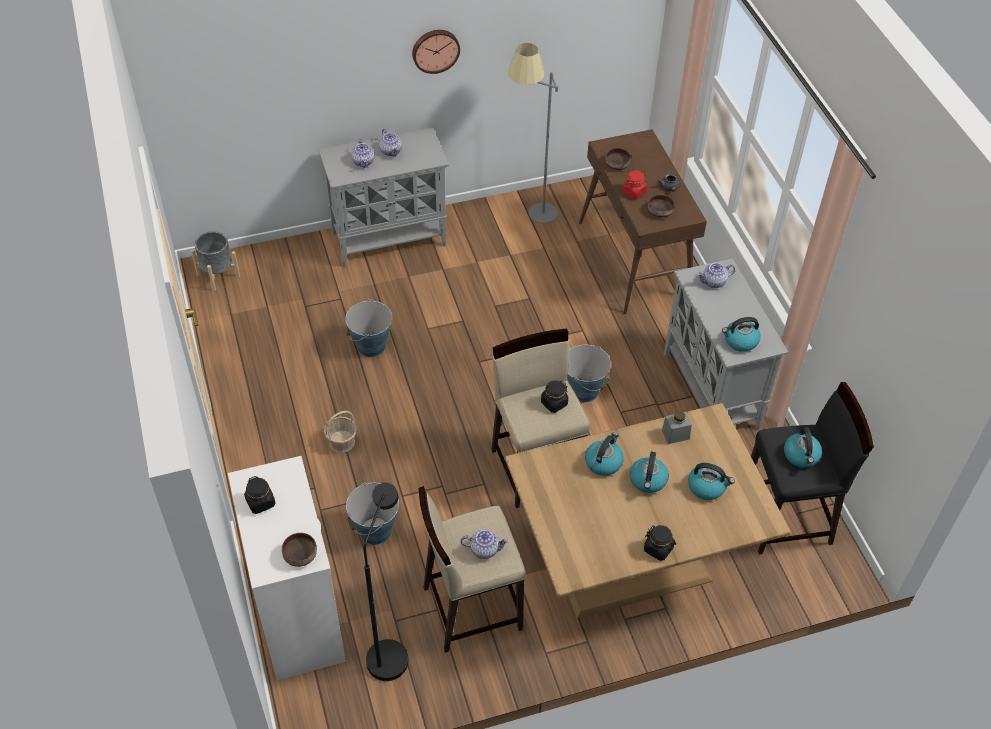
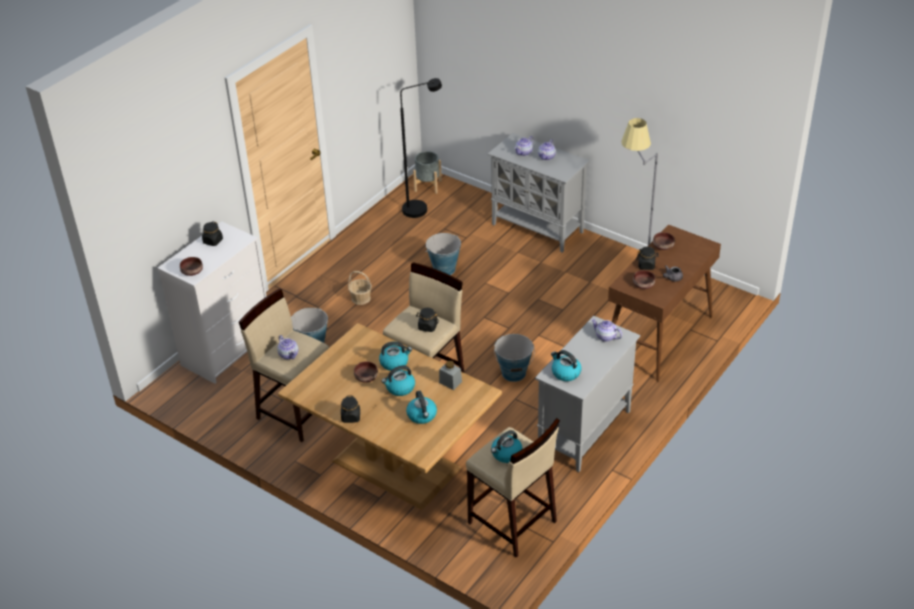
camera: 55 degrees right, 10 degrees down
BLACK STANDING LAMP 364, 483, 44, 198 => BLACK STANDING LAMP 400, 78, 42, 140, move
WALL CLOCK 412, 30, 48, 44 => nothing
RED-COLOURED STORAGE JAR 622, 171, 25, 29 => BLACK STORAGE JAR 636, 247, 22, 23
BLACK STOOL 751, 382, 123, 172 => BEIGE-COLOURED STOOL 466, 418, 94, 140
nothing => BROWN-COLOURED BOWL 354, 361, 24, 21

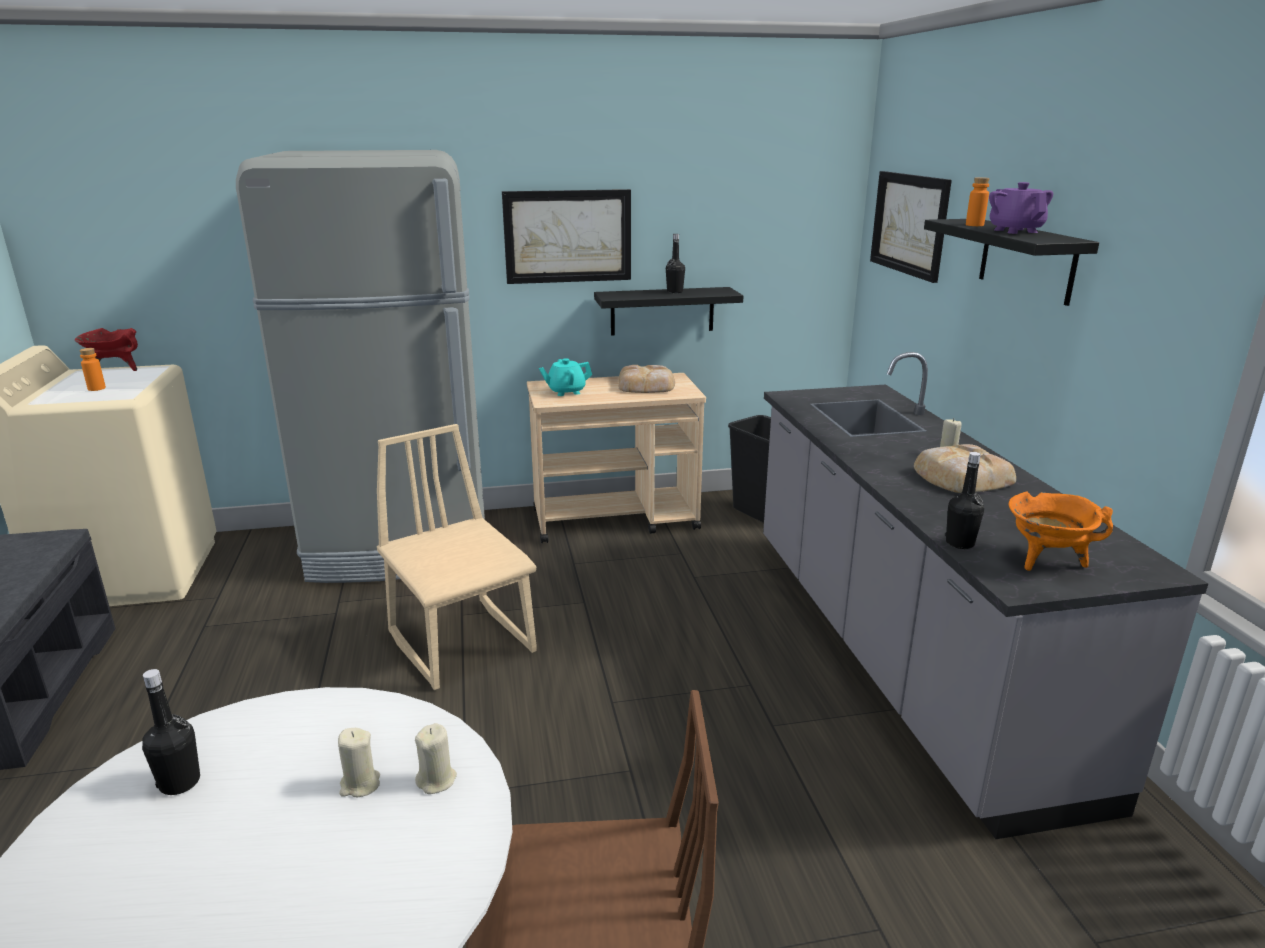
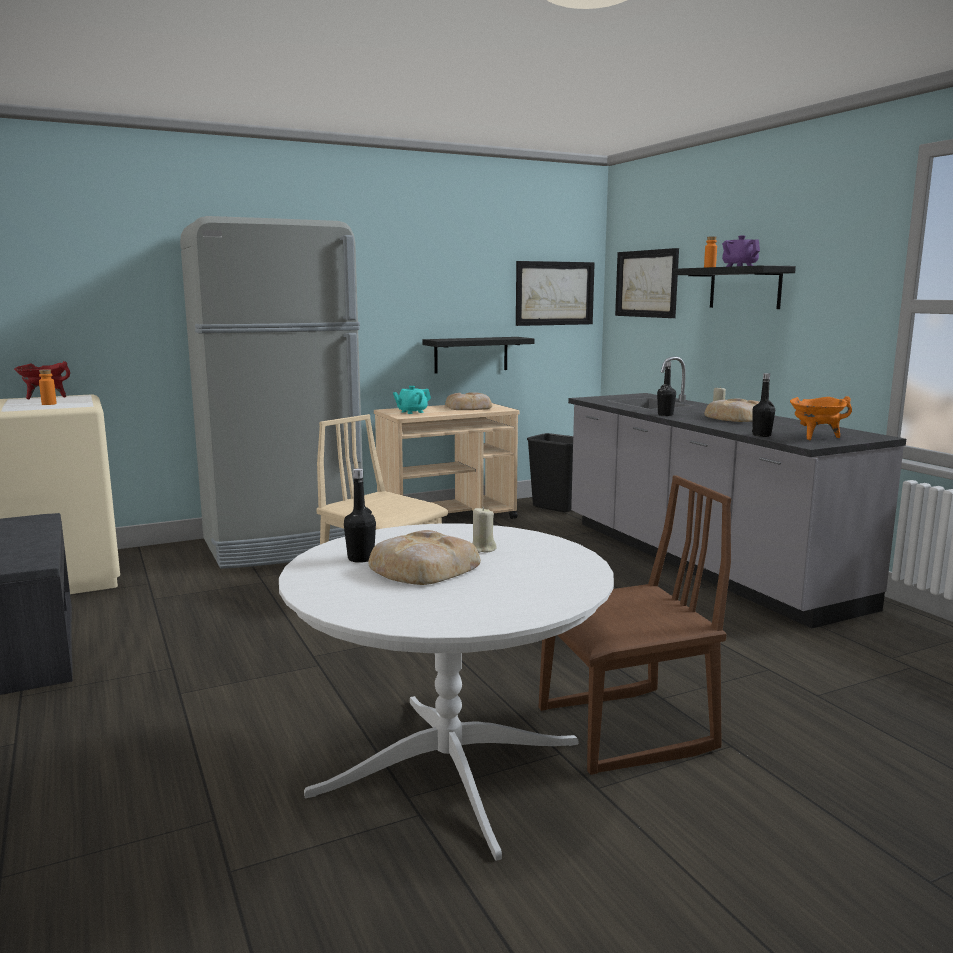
camera: 15 degrees left, 10 degrees down
BEIGE-COLOURED WAX CANDLE 415, 723, 42, 71 => nothing
WALL ART 502, 189, 129, 95 => WALL ART 516, 261, 79, 65, move
BLACK BEVERAGE BOTTLE 666, 234, 19, 59 => BLACK BEVERAGE BOTTLE 657, 361, 19, 55, move
nothing => BREAD 368, 530, 113, 55

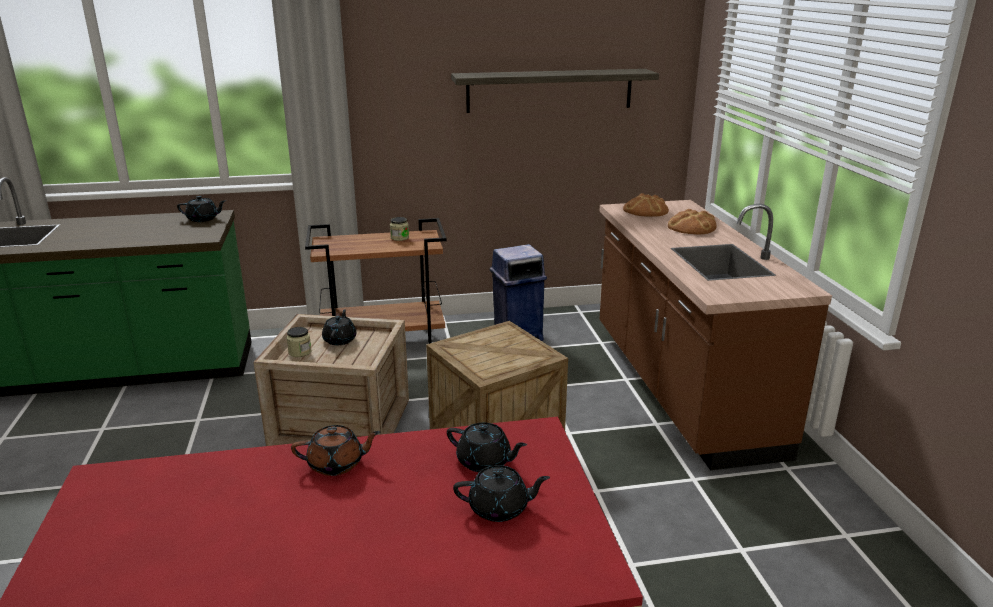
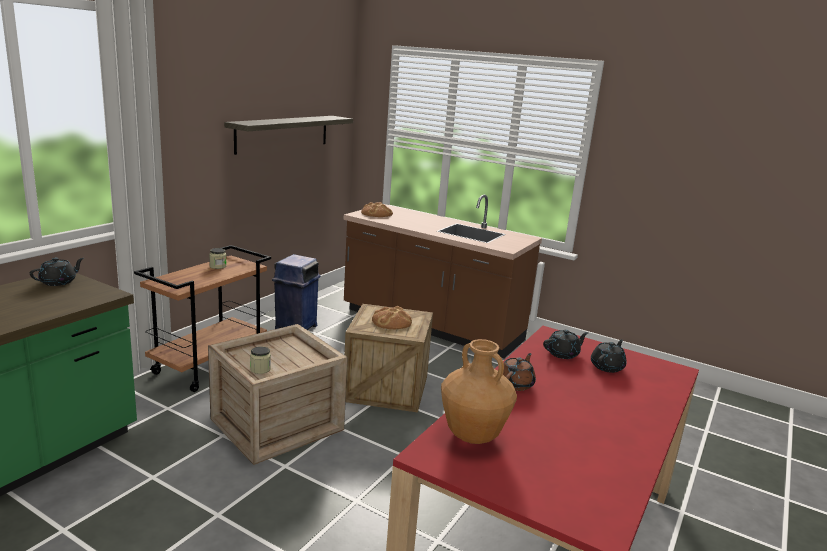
camera: 50 degrees left, 5 degrees down
BLACK TEAPOT 322, 309, 34, 36 => nothing
BREAD 668, 209, 48, 25 => BREAD 372, 306, 40, 23, move
nothing => BROWN-COLOURED VASE 441, 339, 76, 105

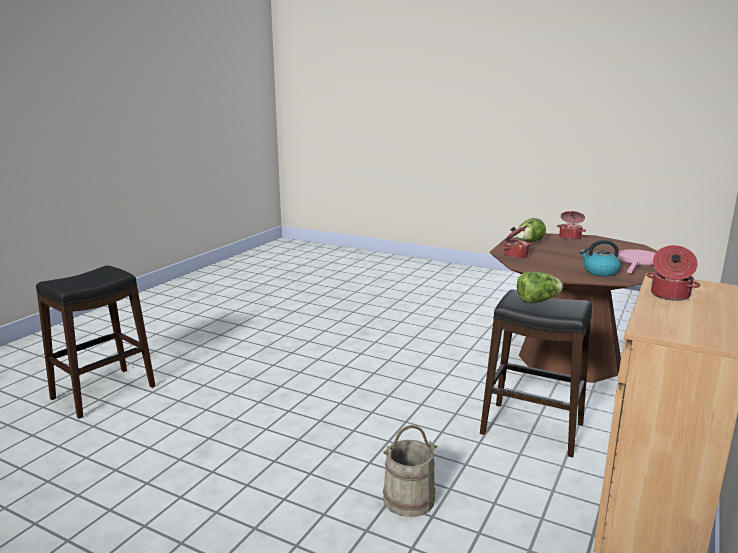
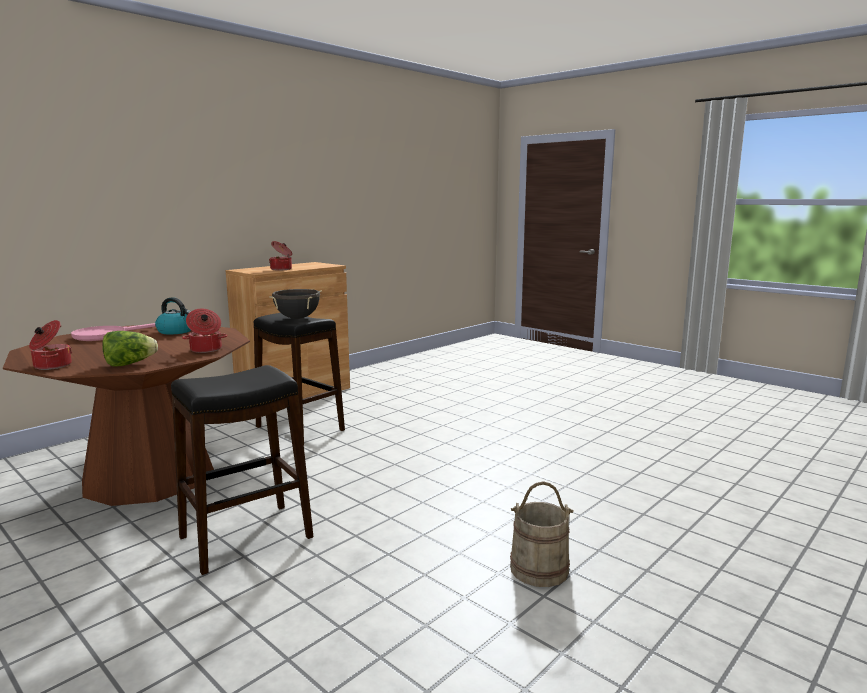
camera: 165 degrees left, 5 degrees down
BLACK STOOL 36, 265, 120, 154 => BLACK STOOL 171, 365, 143, 210, move
BEIGE-COLOURED PAIL 383, 425, 54, 92 => BEIGE-COLOURED PAIL 510, 481, 64, 106, move
LETTUCE HEAD 517, 272, 46, 31 => BLACK SAUCEPOT 269, 289, 53, 30

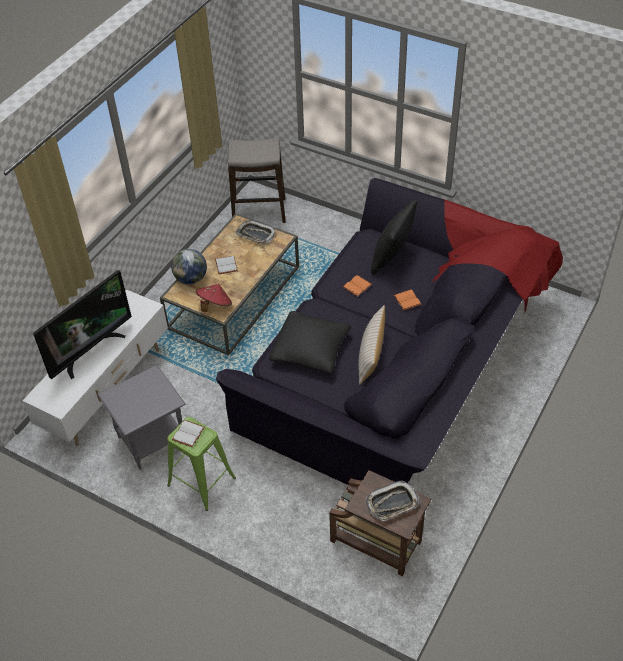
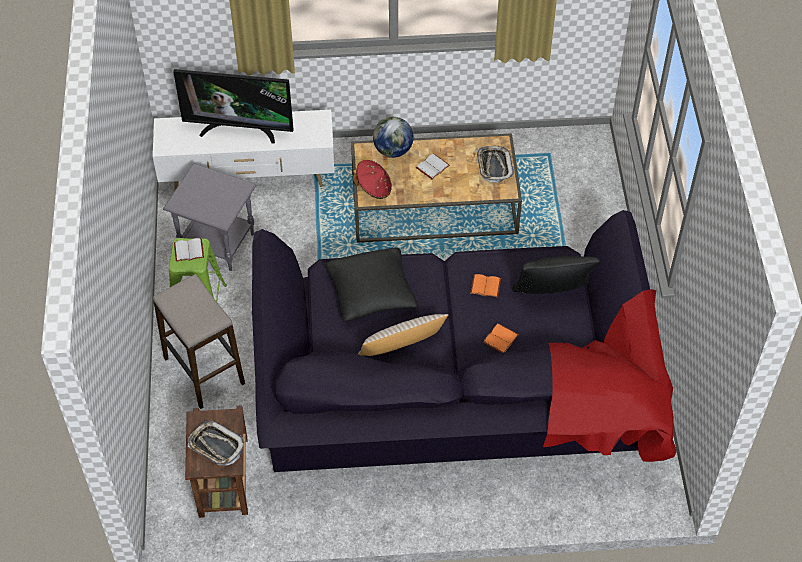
camera: 55 degrees right, 5 degrees up
STOOL 228, 138, 58, 85 => STOOL 153, 274, 92, 135, move

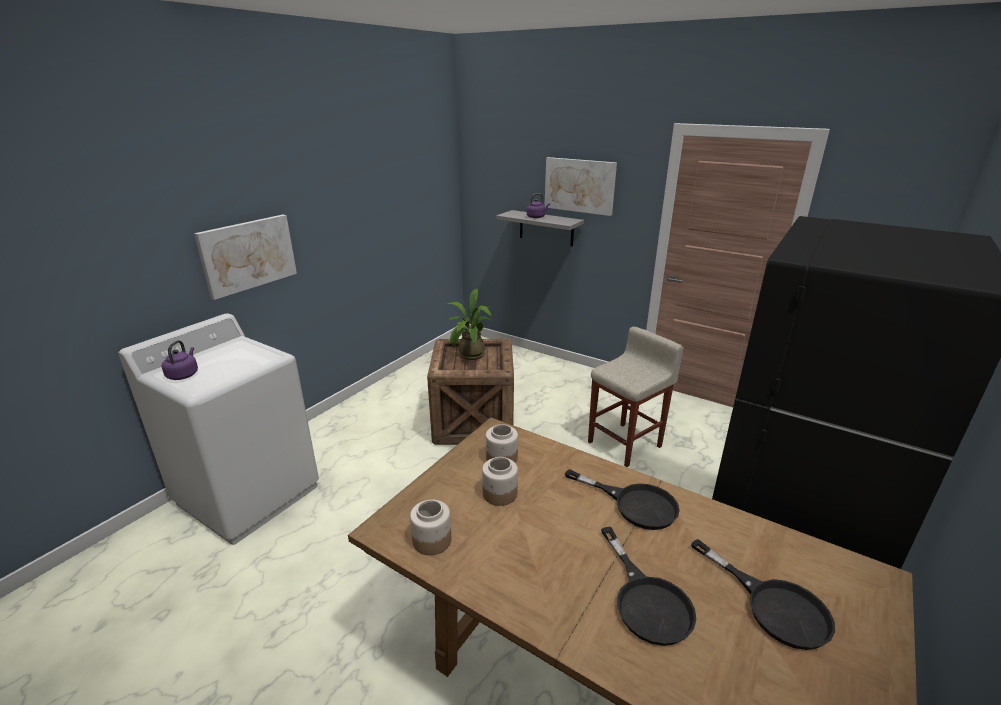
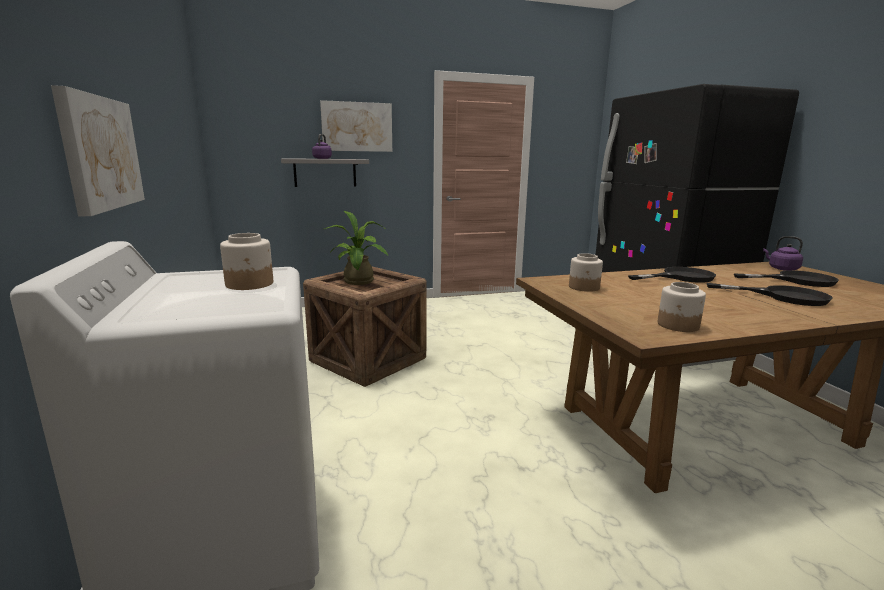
camera: 50 degrees left, 10 degrees down
PURPLE KETTLE 162, 340, 36, 40 => PURPLE KETTLE 763, 236, 40, 35, move
STORAGE JAR 482, 457, 36, 49 => STORAGE JAR 220, 233, 53, 57, move
BEIGE-COLOURED STOOL 588, 327, 96, 140 => nothing

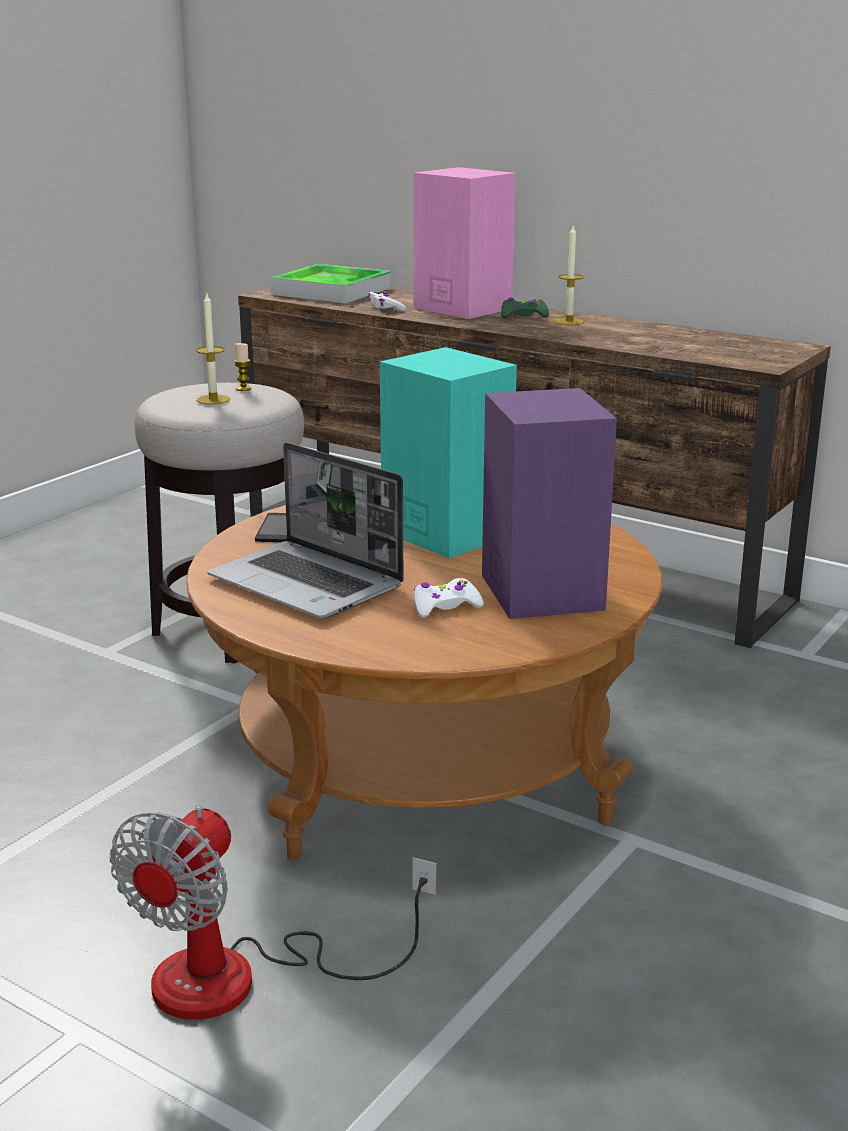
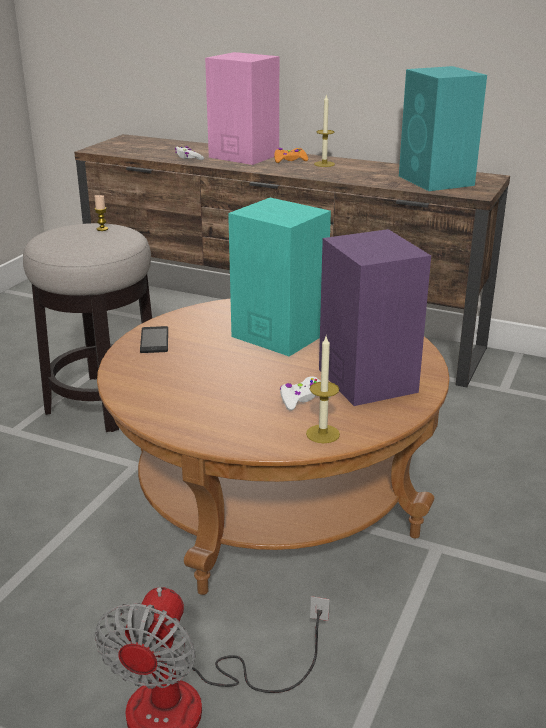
camera: 10 degrees left, 5 degrees up
WAX CANDLE 196, 293, 34, 111 => WAX CANDLE 306, 336, 34, 107, move
LAPTOP 207, 442, 197, 176 => nothing
CARRYING TRAY 271, 264, 120, 39 => nothing
GREEN JOYPAD 501, 298, 48, 20 => ORANGEY JOYPAD 274, 148, 34, 15
nothing => TURQUOISE-COLOURED AUDIO SPEAKER 399, 66, 88, 125

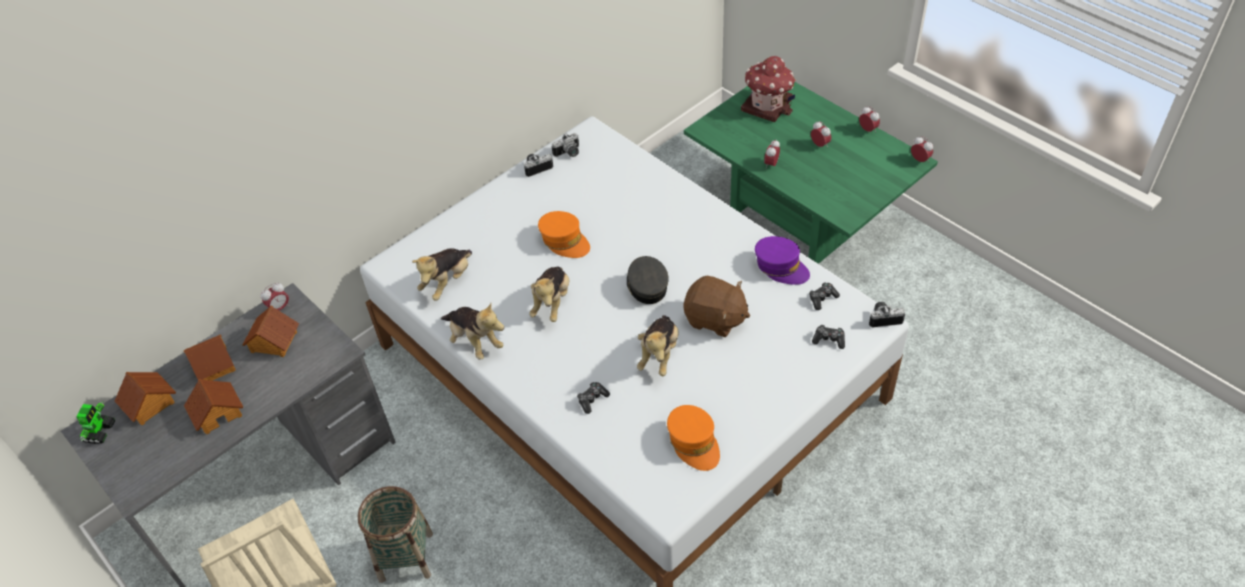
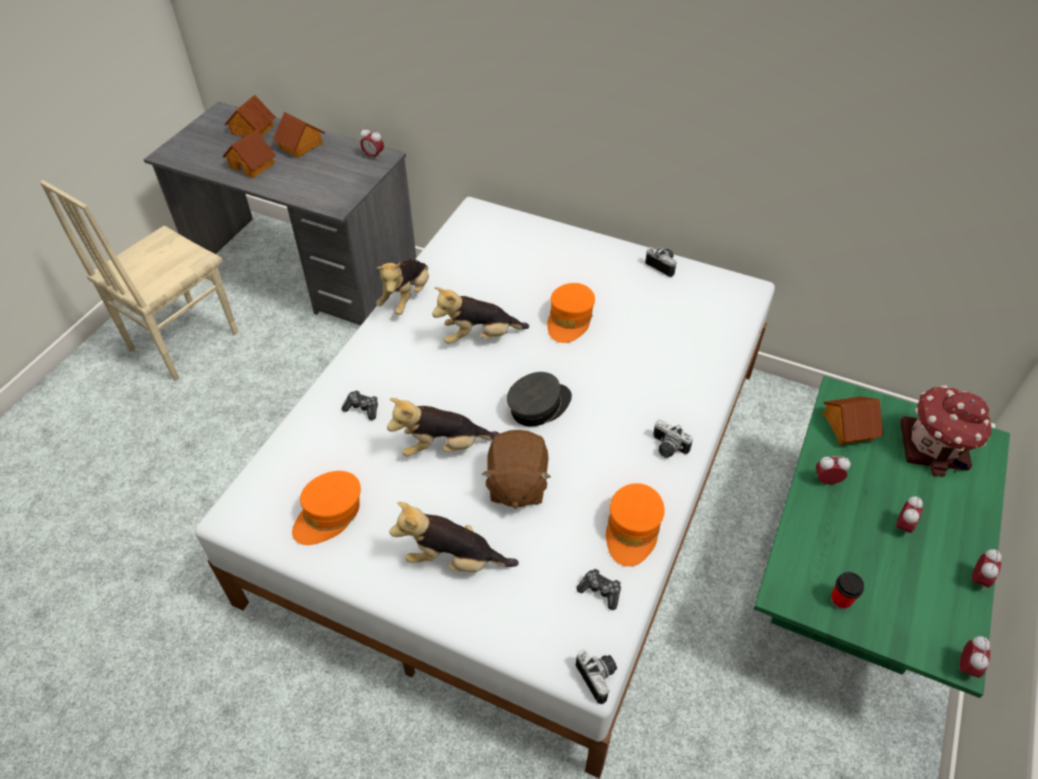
camera: 65 degrees right, 0 degrees up
TOY ROBOT 76, 401, 40, 43 => nothing
TOY HOUSE 242, 306, 57, 51 => TOY HOUSE 823, 396, 60, 49, move
BASKET 358, 486, 75, 97 => nothing
SOFT TOY 412, 248, 60, 52 => SOFT TOY 389, 502, 130, 70, move
PHOTO CAMERA 552, 133, 27, 24 => PHOTO CAMERA 653, 419, 40, 39, move
PURPLE BASEBALL CAP 755, 236, 55, 49 => ORANGEY BASEBALL CAP 606, 483, 59, 84
JOYPAD 812, 325, 33, 24 => nothing
nothing => DRINKING CUP 831, 572, 33, 38

